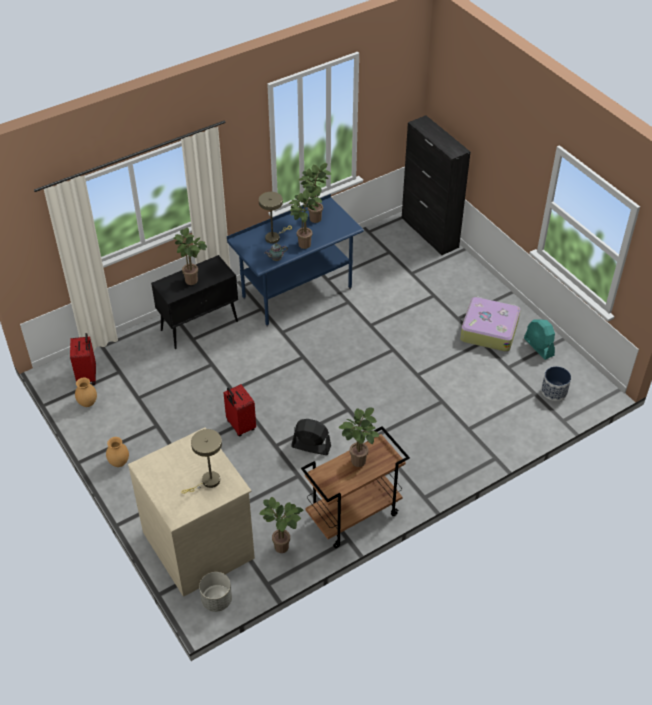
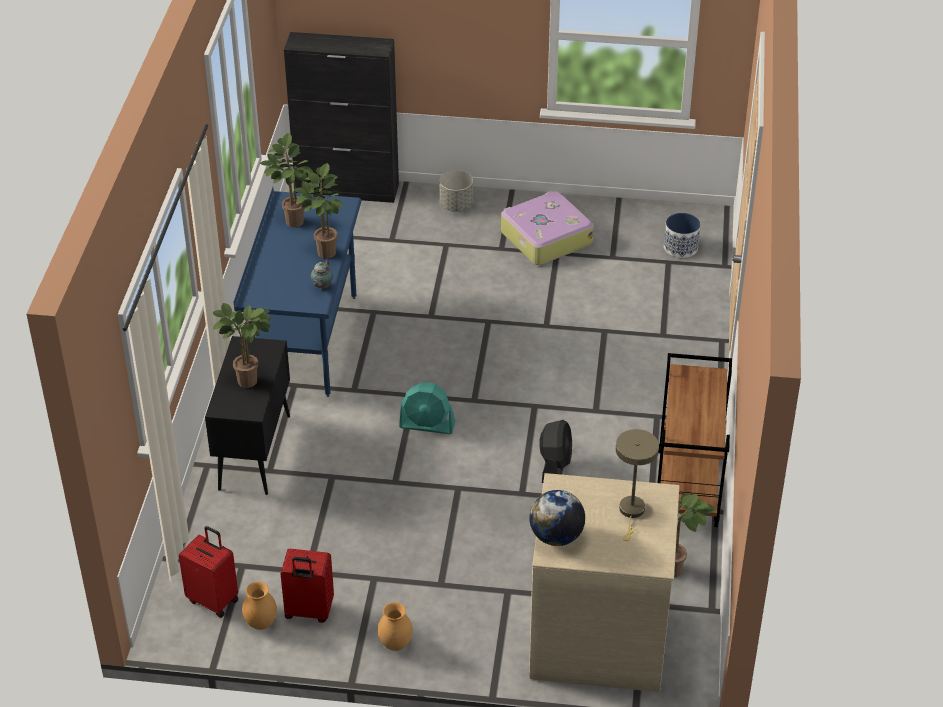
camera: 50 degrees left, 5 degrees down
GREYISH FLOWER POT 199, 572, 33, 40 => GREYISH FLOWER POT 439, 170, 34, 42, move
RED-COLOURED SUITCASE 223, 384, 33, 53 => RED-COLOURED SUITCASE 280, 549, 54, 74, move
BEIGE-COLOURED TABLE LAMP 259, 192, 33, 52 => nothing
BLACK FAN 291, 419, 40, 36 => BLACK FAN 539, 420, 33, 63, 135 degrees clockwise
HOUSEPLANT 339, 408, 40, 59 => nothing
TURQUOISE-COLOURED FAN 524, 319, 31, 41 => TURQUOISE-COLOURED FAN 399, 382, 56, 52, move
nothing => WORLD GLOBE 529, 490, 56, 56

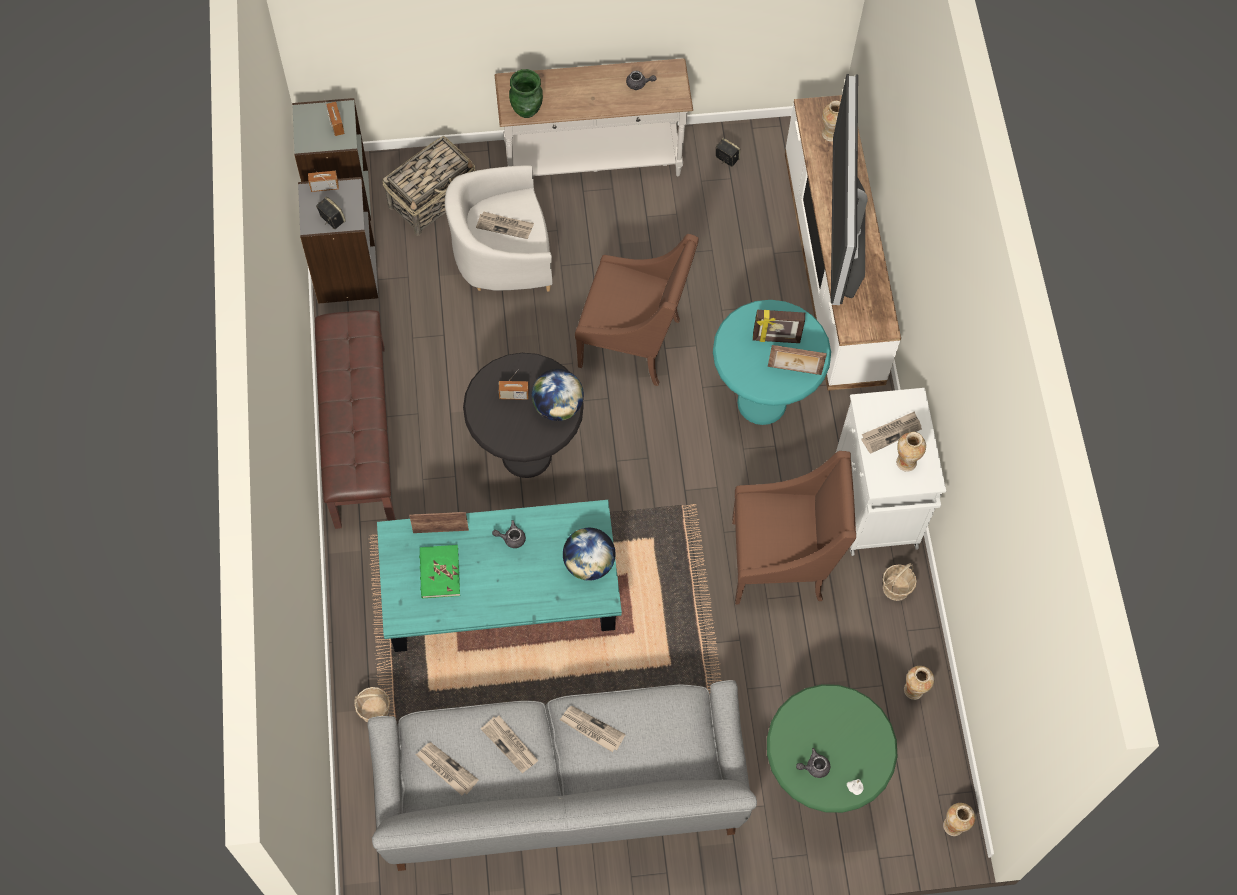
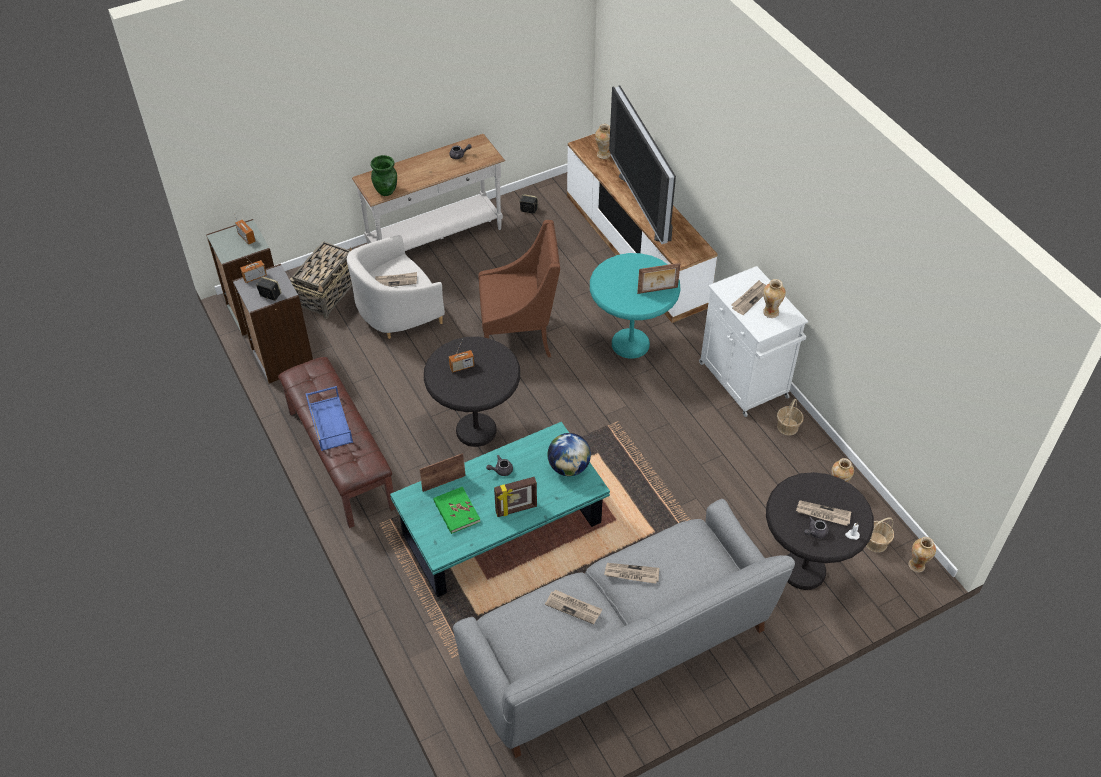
camera: 20 degrees left, 15 degrees down
BASKET 354, 687, 36, 36 => BASKET 866, 517, 28, 36, move
NEWSPAPER 416, 742, 63, 53 => NEWSPAPER 796, 500, 55, 26, move
WORLD GLOBE 532, 369, 52, 52 => nothing
BROWN-COLOURED EASY CHAIR 732, 451, 124, 154 => nothing
PHOTO FRAME 753, 310, 52, 33 => PHOTO FRAME 494, 477, 43, 40, move
GREEN ACCENT TABLE 767, 684, 131, 129 => BLACK ACCENT TABLE 766, 472, 108, 118
nothing => BLUISH CARRYING TRAY 306, 386, 47, 65

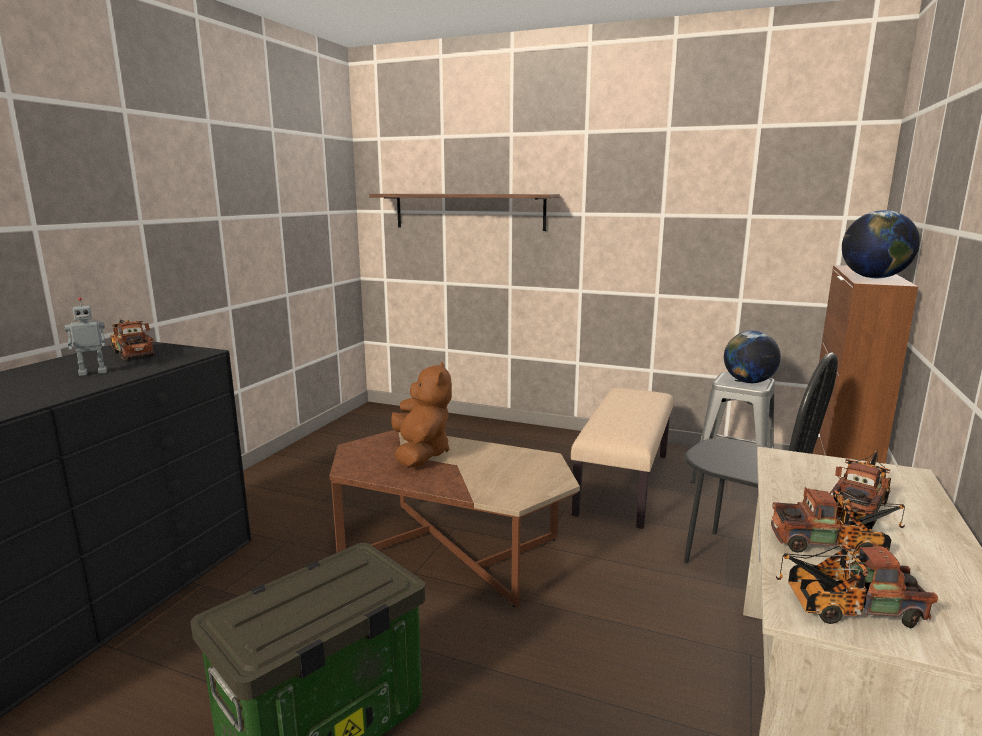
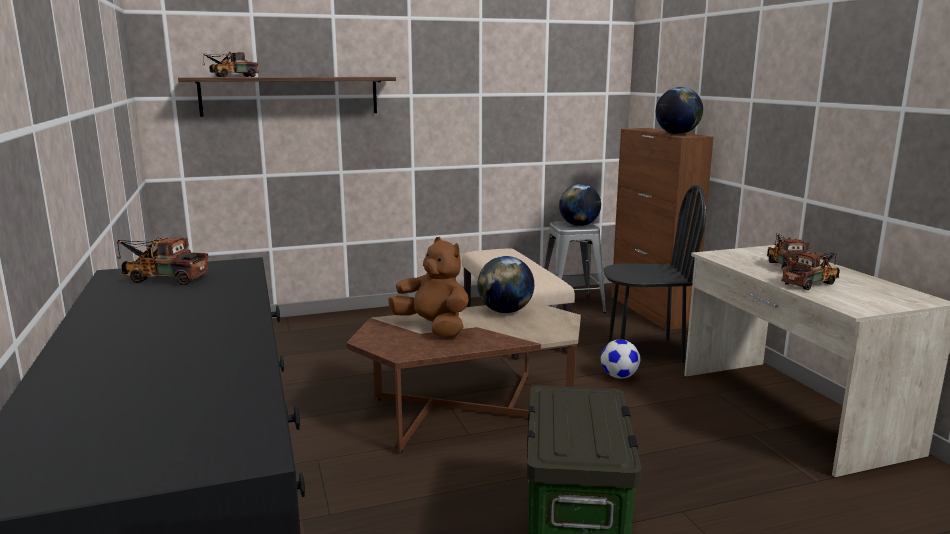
camera: 40 degrees left, 0 degrees up
TOY ROBOT 65, 297, 42, 79 => nothing
MODEL TRUCK 776, 542, 162, 86 => MODEL TRUCK 203, 52, 55, 25, move
nothing => WORLD GLOBE 477, 256, 57, 57
nothing => FOOTBALL BALL 601, 340, 39, 38

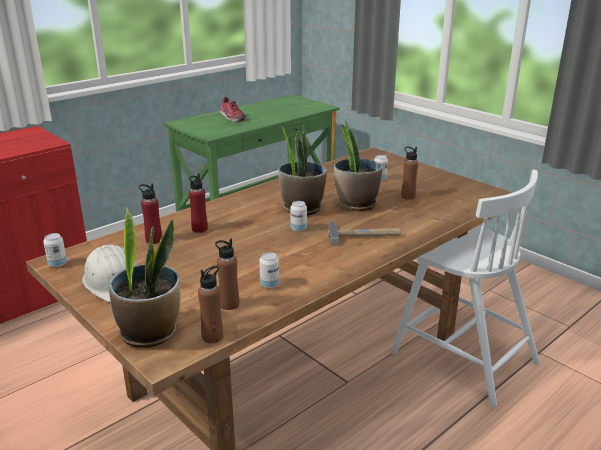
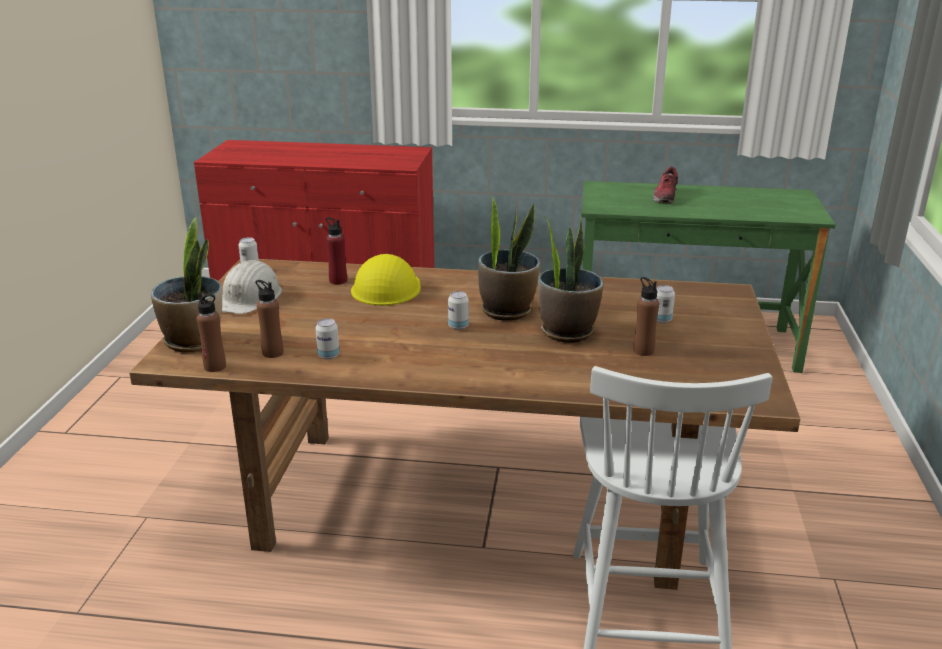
camera: 50 degrees right, 0 degrees up
RED-COLOURED BEVERAGE BOTTLE 189, 173, 19, 60 => YELLOWISH WORK HELMET 351, 254, 70, 52
TOOL HAMMER 328, 219, 73, 26 => nothing

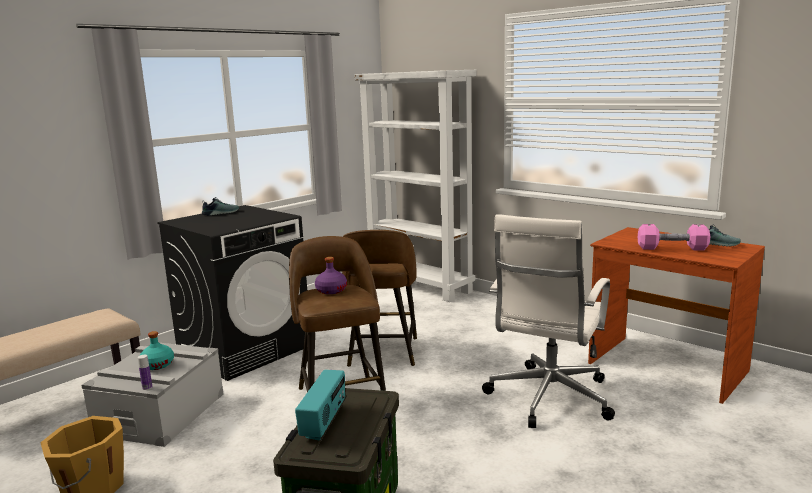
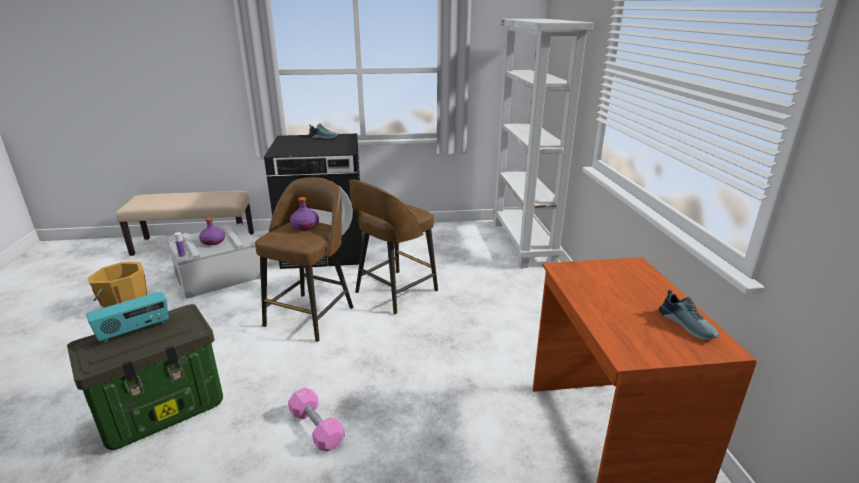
camera: 40 degrees right, 10 degrees up
TURQUOISE-COLOURED BEVERAGE BOTTLE 140, 331, 34, 39 => PURPLE BEVERAGE BOTTLE 199, 217, 26, 28
WHITISH DESK CHAIR 482, 214, 133, 214 => nothing
PINK-COLOURED FREE WEIGHT 638, 224, 72, 27 => PINK-COLOURED FREE WEIGHT 288, 387, 57, 65, move

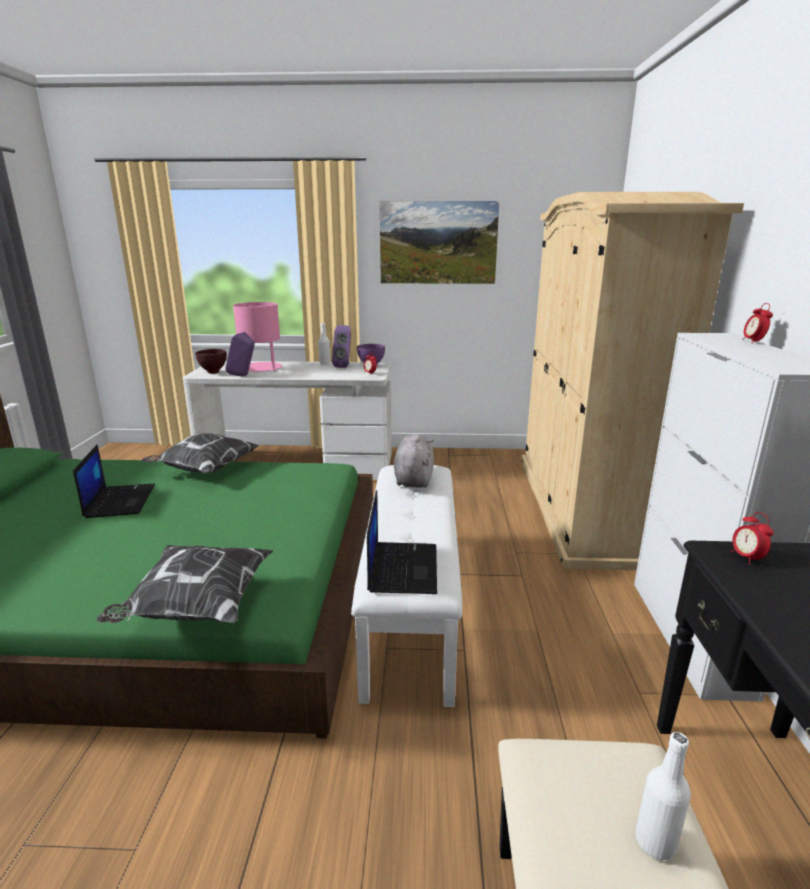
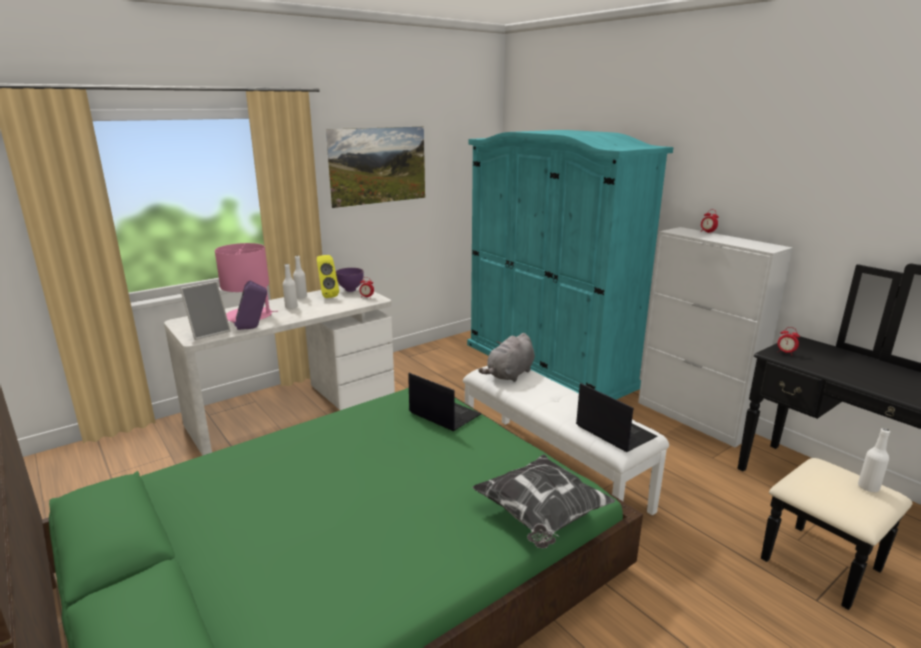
camera: 40 degrees left, 0 degrees up
LAPTOP 73, 444, 82, 74 => LAPTOP 408, 373, 74, 58, move
PILLOW 141, 433, 119, 41 => nothing
BROWN-COLOURED BOWL 195, 349, 32, 25 => PHOTO FRAME 180, 281, 51, 59
PURPLE AUDIO SPEAKER 332, 325, 19, 43 => YELLOWISH AUDIO SPEAKER 317, 255, 22, 43
GREYISH SOFT TOY 394, 434, 40, 54 => GREYISH SOFT TOY 478, 333, 57, 49, 105 degrees counterclockwise
BEIGE-COLOURED ARMOIRE 521, 192, 223, 378 => TURQUOISE-COLOURED ARMOIRE 467, 130, 207, 270
nothing => WHITISH BEVERAGE BOTTLE 283, 264, 15, 45

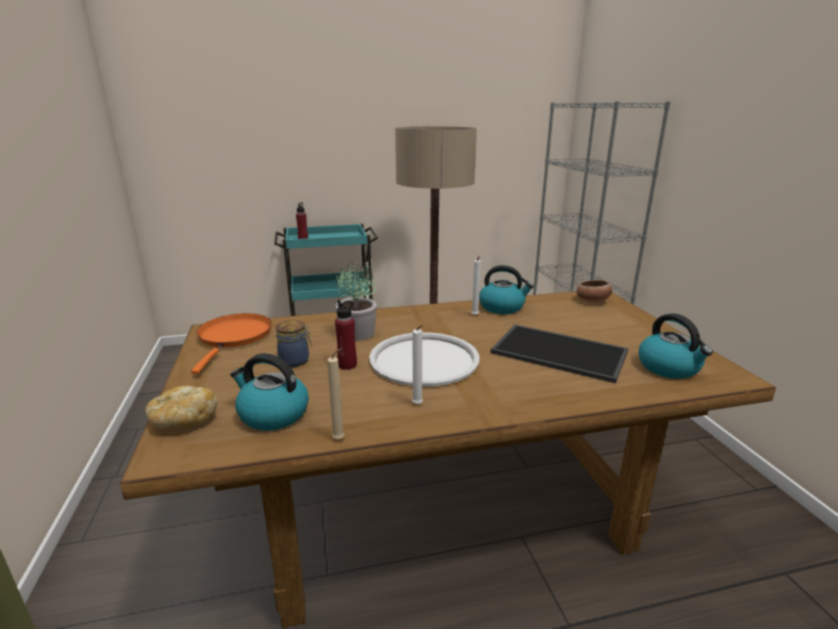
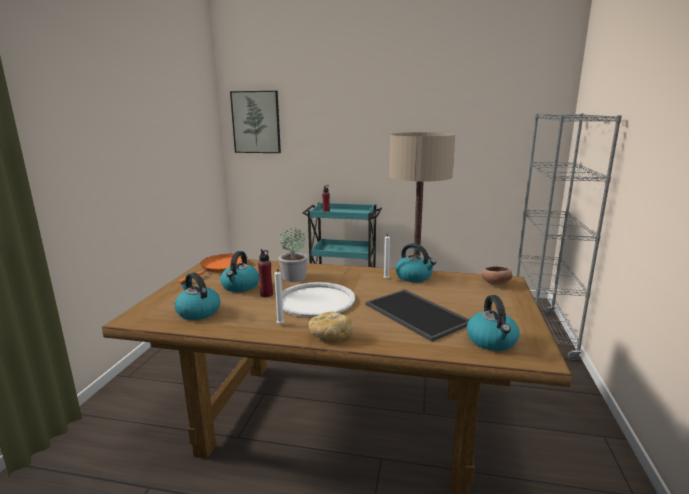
camera: 25 degrees right, 5 degrees down
BREAD 145, 386, 72, 43 => BREAD 309, 312, 44, 28, move
STORAGE JAR 276, 320, 36, 47 => KETTLE 220, 251, 39, 41
BEIGE-COLOURED WAX CANDLE 327, 348, 18, 92 => nothing
nothing => WALL ART 230, 91, 51, 62

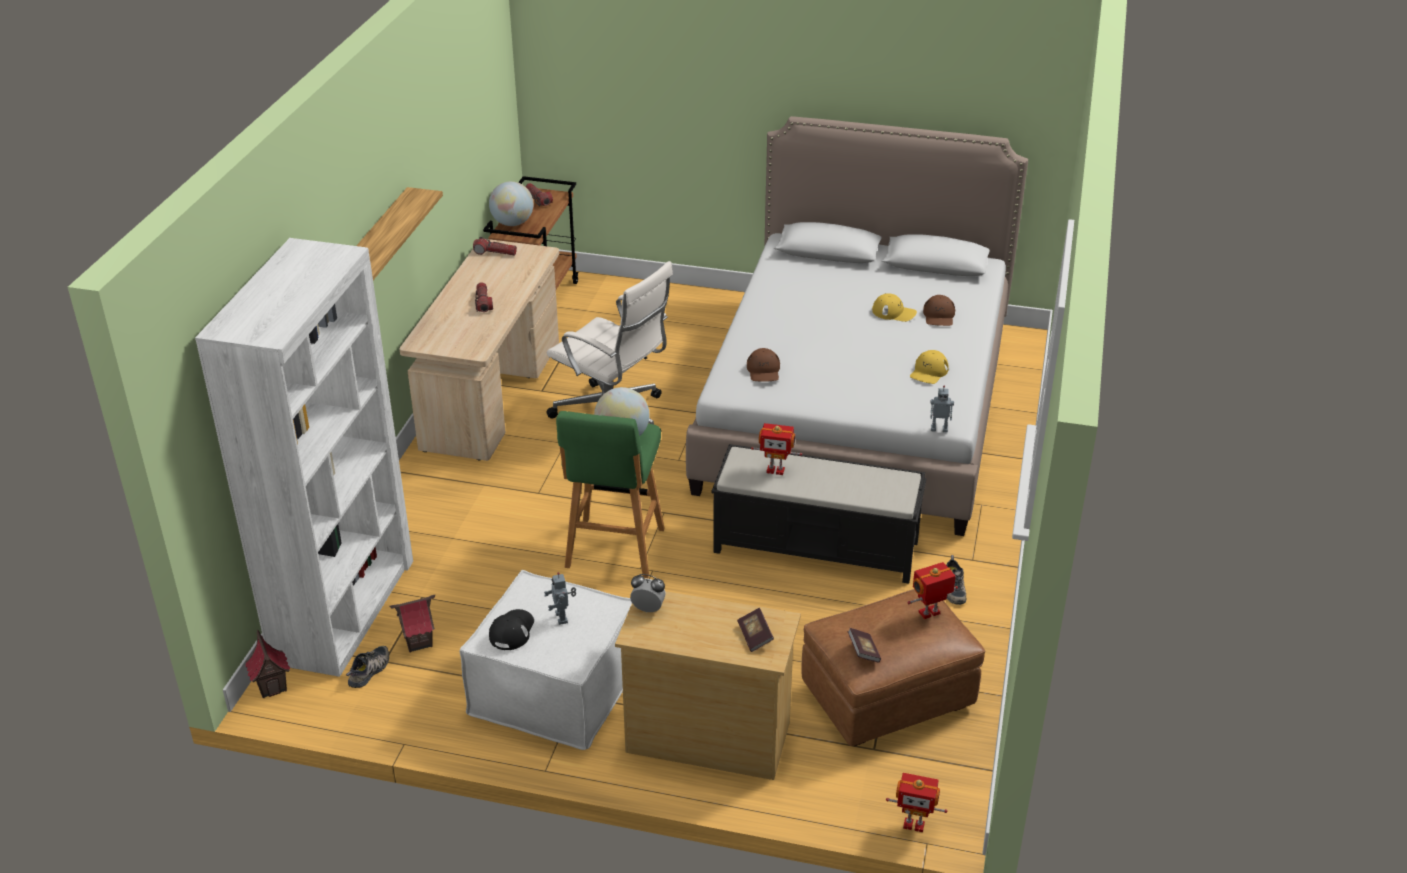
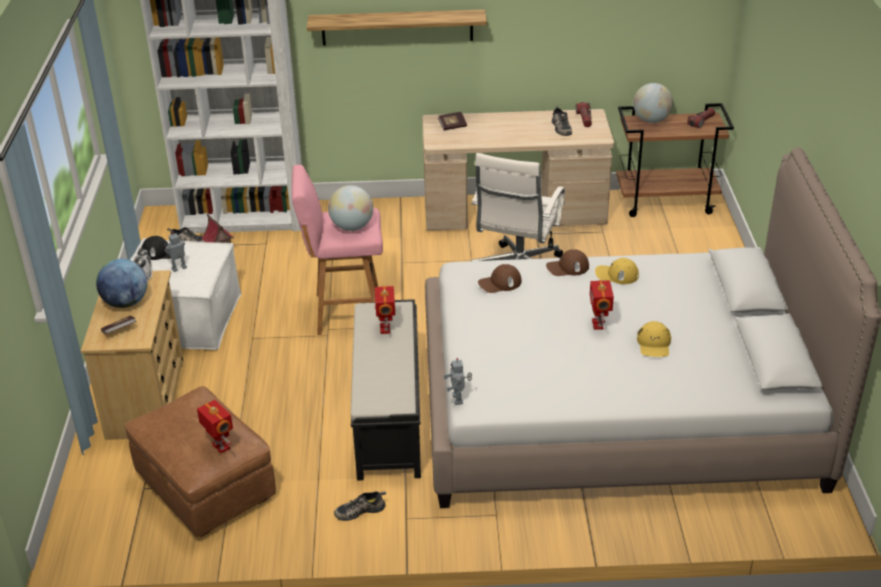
camera: 75 degrees right, 0 degrees up
TOY HOUSE 245, 630, 45, 68 => nothing
HAND TORCH 475, 282, 18, 30 => nothing
GREEN STOOL 556, 411, 109, 167 => PINK-COLOURED STOOL 292, 165, 91, 170
BOUND BOOK 848, 628, 33, 35 => BOUND BOOK 438, 112, 29, 18, move
TOY ROBOT 886, 773, 61, 59 => TOY ROBOT 590, 280, 24, 50, move
YELLOWISH BASEBALL CAP 910, 350, 39, 34 => YELLOWISH BASEBALL CAP 595, 258, 44, 26, move
BROWN-COLOURED BASEBALL CAP 923, 295, 32, 31 => BROWN-COLOURED BASEBALL CAP 546, 249, 43, 27, move
nothing => WORLD GLOBE 96, 259, 51, 49
nothing => ITEM OF FOOTWEAR 552, 105, 20, 31

